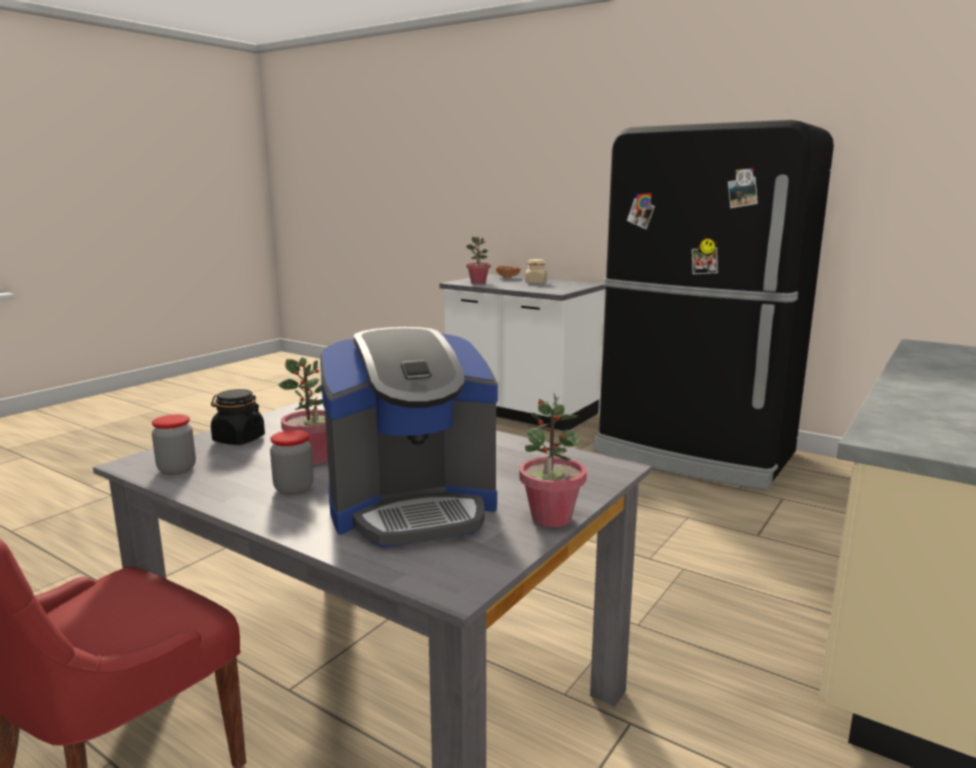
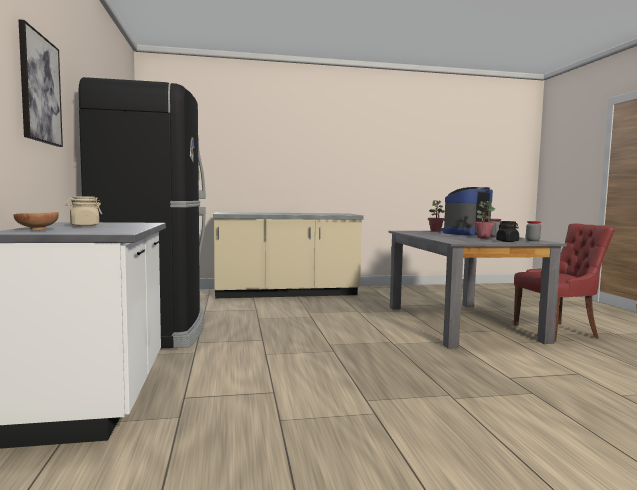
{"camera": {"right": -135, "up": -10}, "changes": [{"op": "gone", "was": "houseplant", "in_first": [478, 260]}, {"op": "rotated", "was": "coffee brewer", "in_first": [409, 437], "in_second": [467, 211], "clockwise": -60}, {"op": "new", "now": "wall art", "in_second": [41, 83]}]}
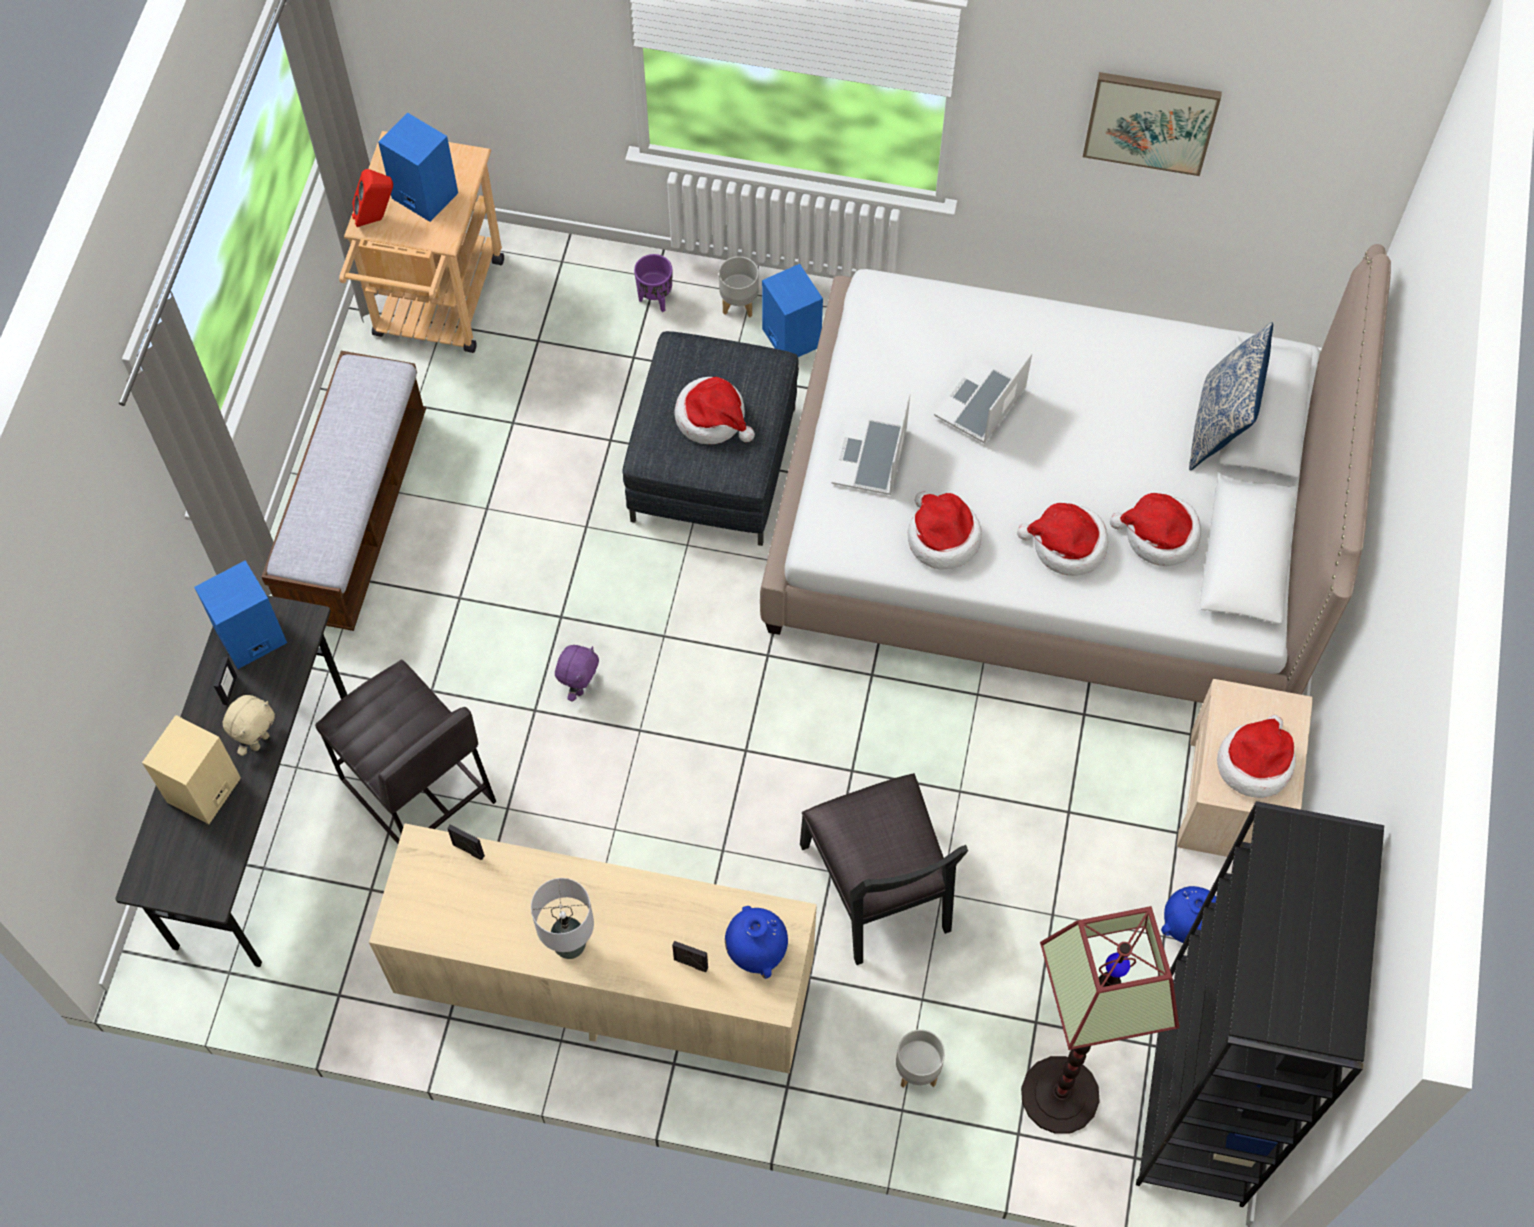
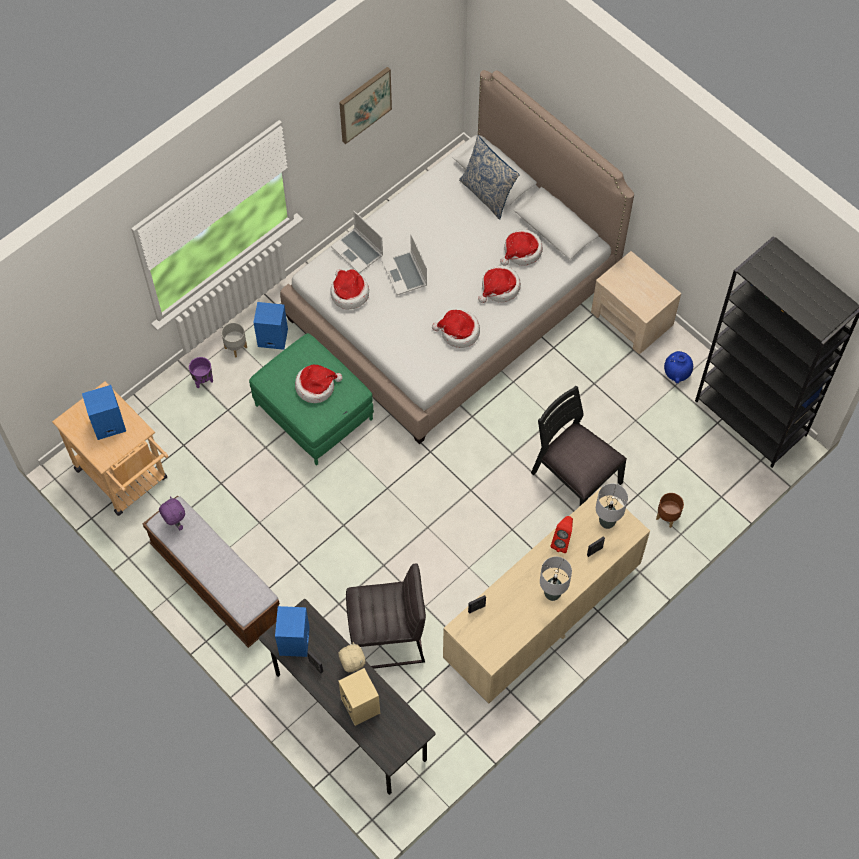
{"camera": {"right": -55, "up": 0}, "changes": [{"op": "shifted", "was": "loudspeaker in red", "in_first": [372, 198], "in_second": [561, 534]}, {"op": "repainted", "was": "ottoman in grey", "now": "ottoman in green-coloured", "in_first": [710, 438], "in_second": [311, 399]}, {"op": "shifted", "was": "portable computer", "in_first": [871, 444], "in_second": [357, 242]}, {"op": "shifted", "was": "soft toy in purplish", "in_first": [577, 673], "in_second": [172, 514]}, {"op": "shifted", "was": "clothing hat", "in_first": [1256, 756], "in_second": [349, 289]}, {"op": "rotated", "was": "chair in black", "in_first": [884, 869], "in_second": [579, 445], "clockwise": -150}, {"op": "swapped", "was": "vase in bluish", "now": "table lamp in grey", "in_first": [756, 942], "in_second": [612, 506]}, {"op": "gone", "was": "floor lamp", "in_first": [1100, 1020]}, {"op": "repainted", "was": "planter in grey", "now": "planter in brownish", "in_first": [920, 1058], "in_second": [670, 510]}]}
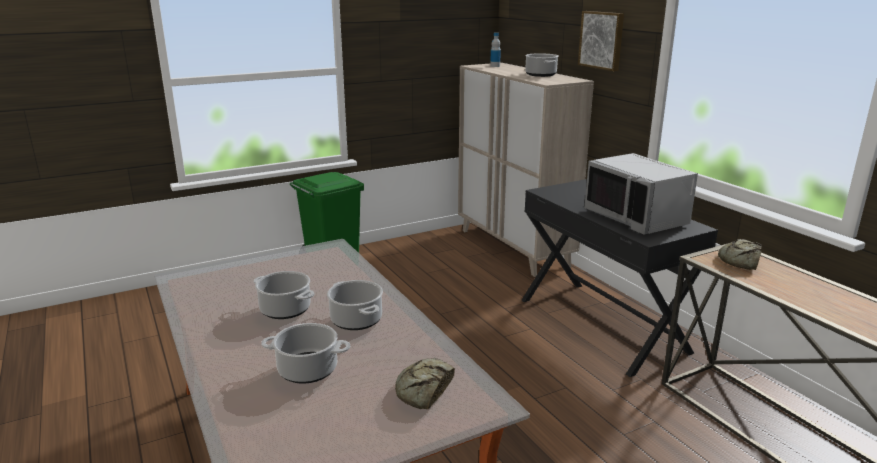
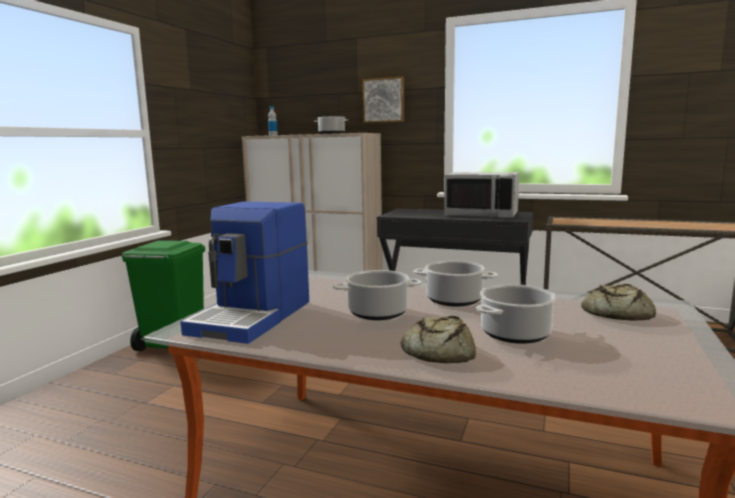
{"camera": {"right": -40, "up": -10}, "changes": [{"op": "shifted", "was": "bakery bread", "in_first": [740, 254], "in_second": [438, 339]}, {"op": "new", "now": "coffee brewer", "in_second": [245, 273]}]}
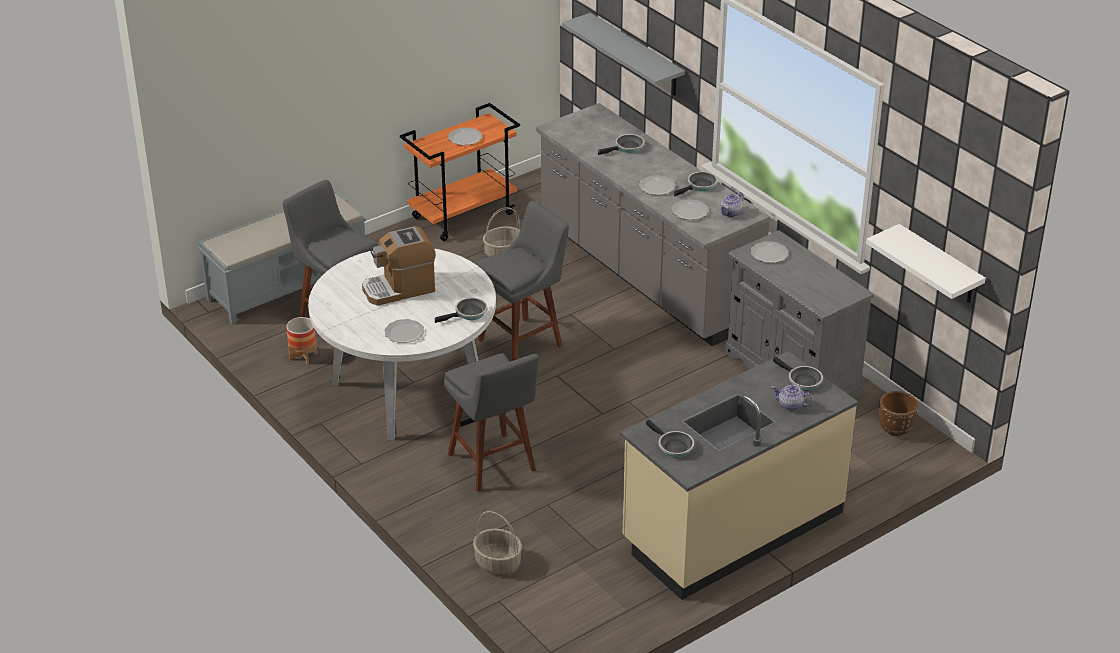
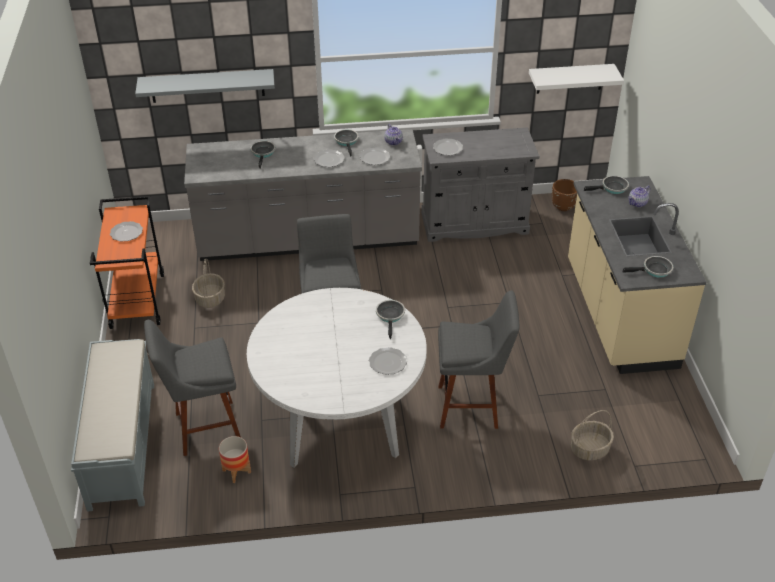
{"camera": {"right": -60, "up": 5}, "changes": [{"op": "gone", "was": "coffee brewer", "in_first": [398, 266]}]}
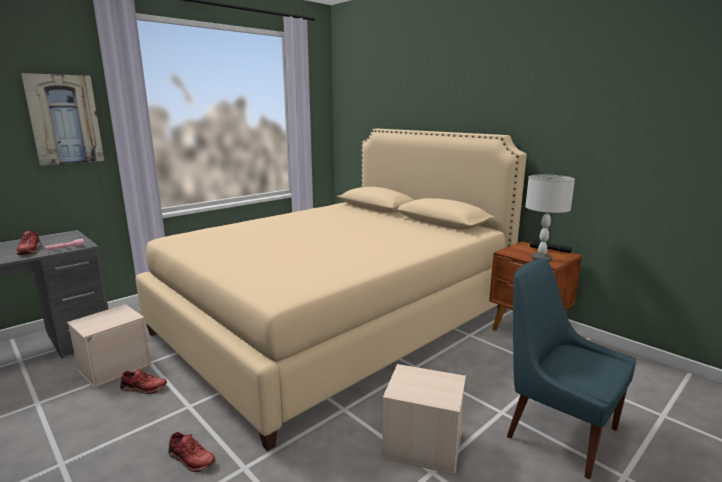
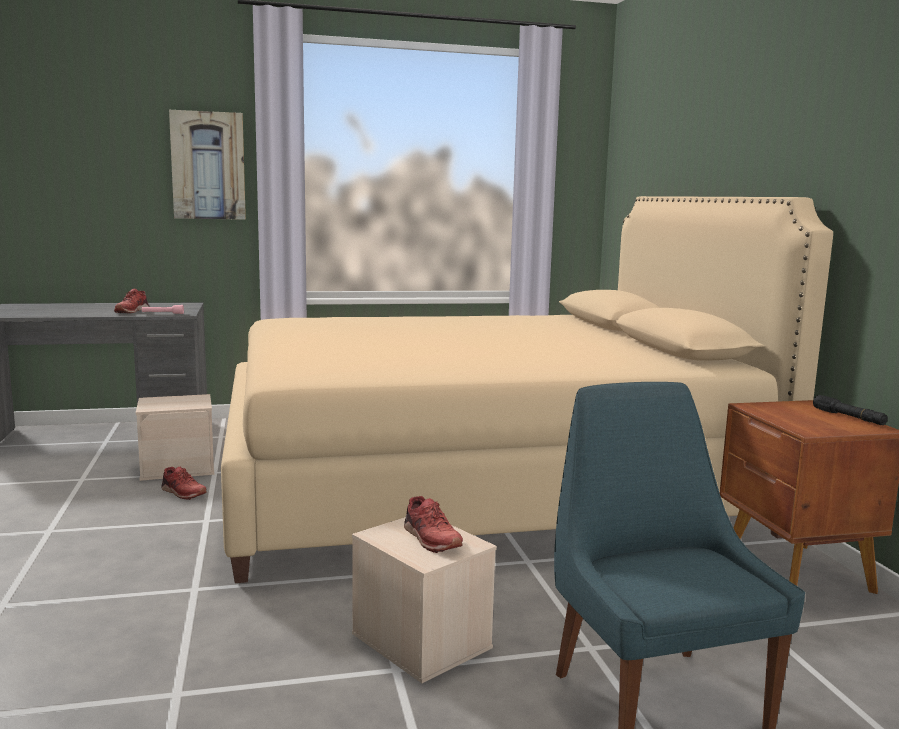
{"camera": {"right": 30, "up": -5}, "changes": [{"op": "gone", "was": "table lamp in grey", "in_first": [550, 218]}, {"op": "shifted", "was": "item of footwear in red", "in_first": [191, 452], "in_second": [433, 524]}]}
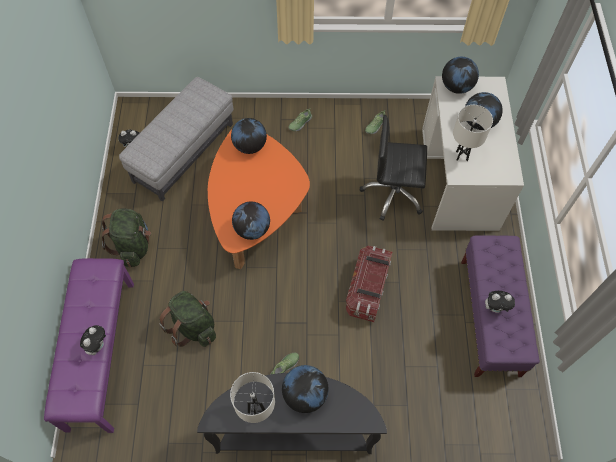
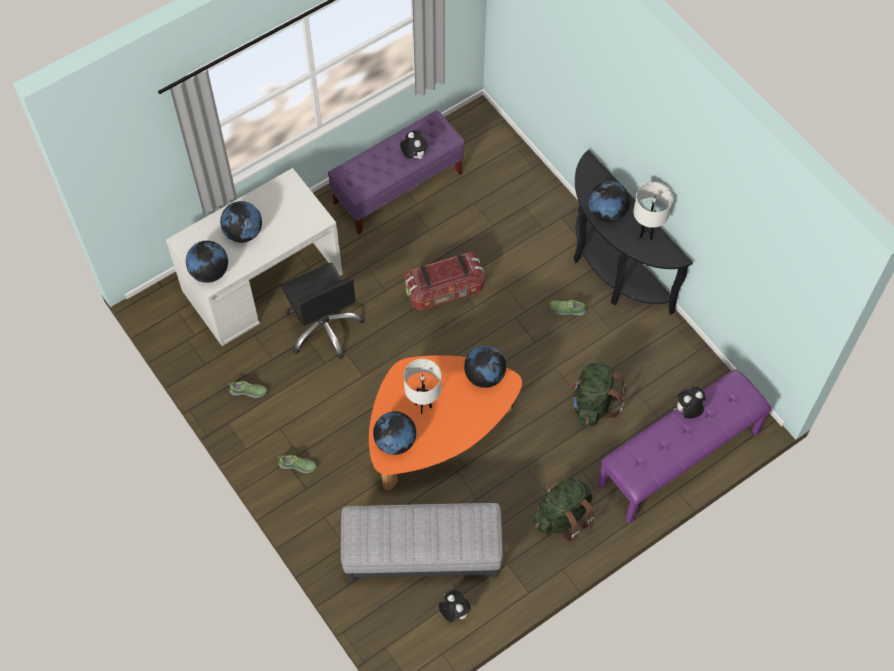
{"camera": {"right": -125, "up": 0}, "changes": [{"op": "shifted", "was": "table lamp in whitish", "in_first": [473, 133], "in_second": [422, 386]}]}
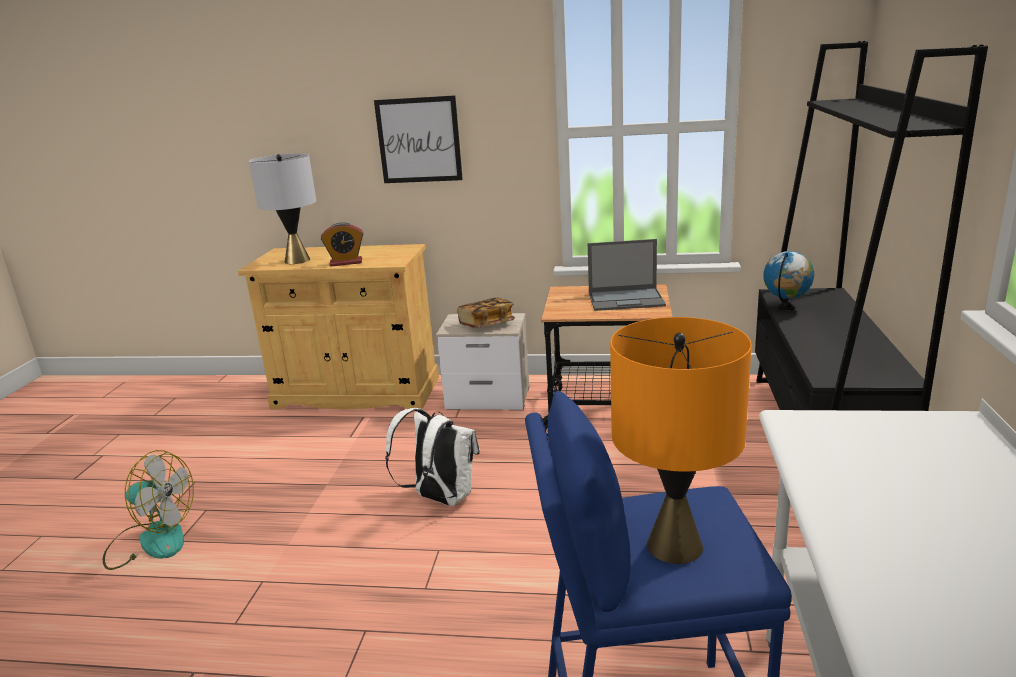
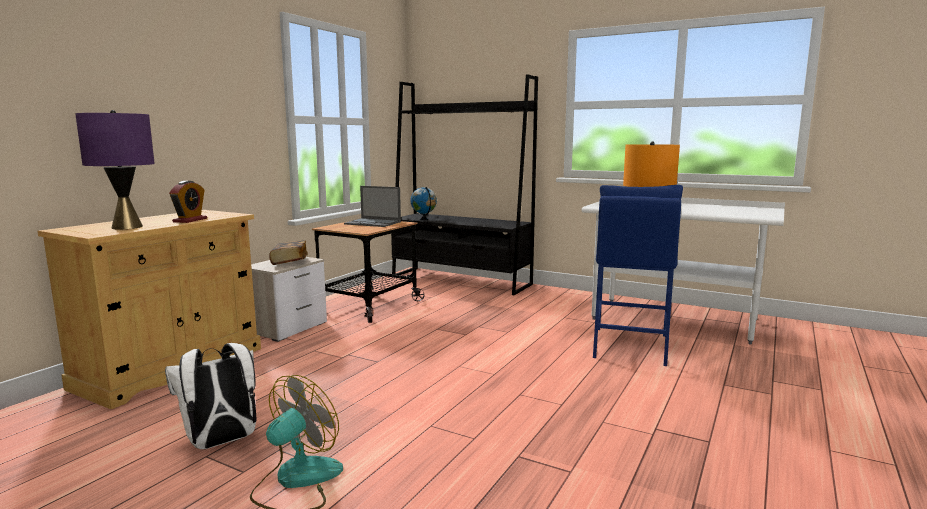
{"camera": {"right": -70, "up": -10}, "changes": [{"op": "gone", "was": "wall art", "in_first": [418, 139]}, {"op": "repainted", "was": "table lamp in grey", "now": "table lamp in purplish", "in_first": [282, 208], "in_second": [115, 169]}, {"op": "rotated", "was": "portable computer", "in_first": [627, 275], "in_second": [372, 206], "clockwise": 90}, {"op": "shifted", "was": "backpack in whitish", "in_first": [432, 457], "in_second": [210, 396]}]}
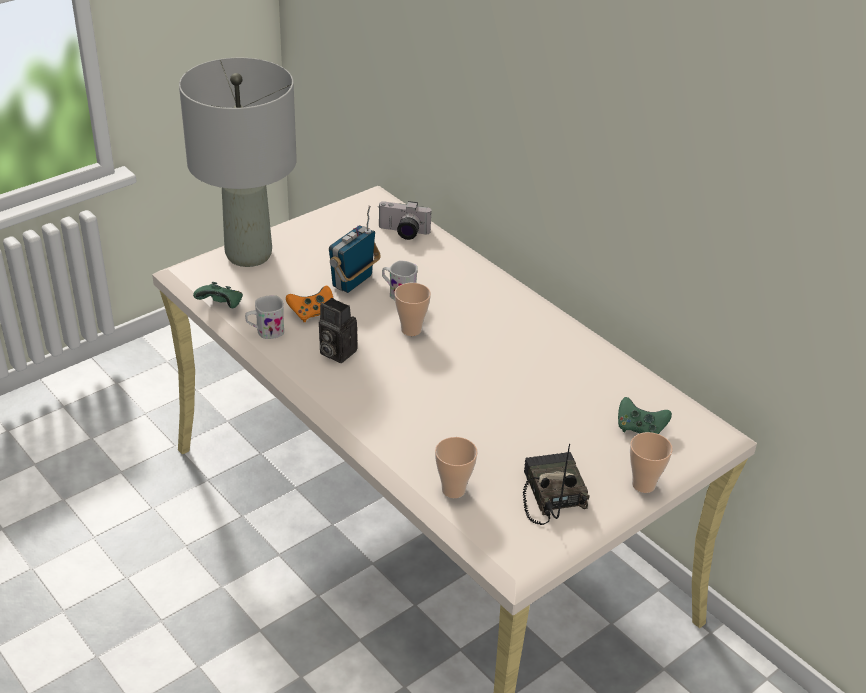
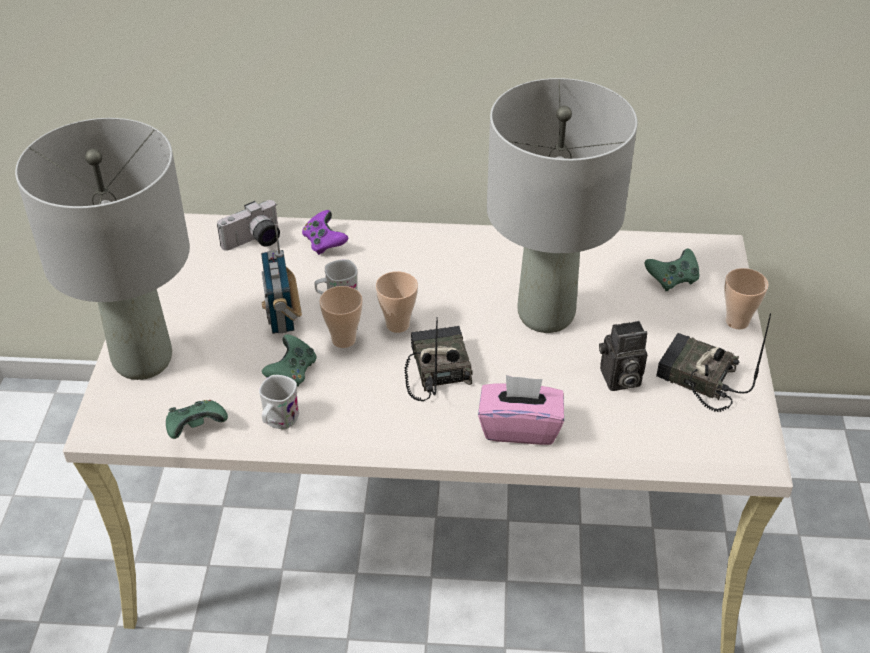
{"camera": {"right": -45, "up": 5}, "changes": [{"op": "repainted", "was": "gamepad in orange", "now": "gamepad in green-coloured", "in_first": [309, 304], "in_second": [289, 360]}, {"op": "shifted", "was": "photo camera", "in_first": [338, 330], "in_second": [623, 356]}, {"op": "shifted", "was": "small cup", "in_first": [456, 467], "in_second": [341, 317]}, {"op": "new", "now": "table lamp in grey", "in_second": [562, 205]}, {"op": "new", "now": "gamepad in purplish", "in_second": [325, 232]}, {"op": "new", "now": "radio set", "in_second": [439, 359]}, {"op": "new", "now": "box of tissues in pink", "in_second": [521, 410]}]}
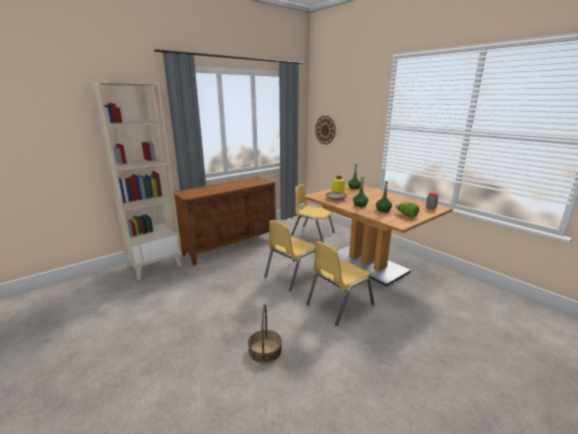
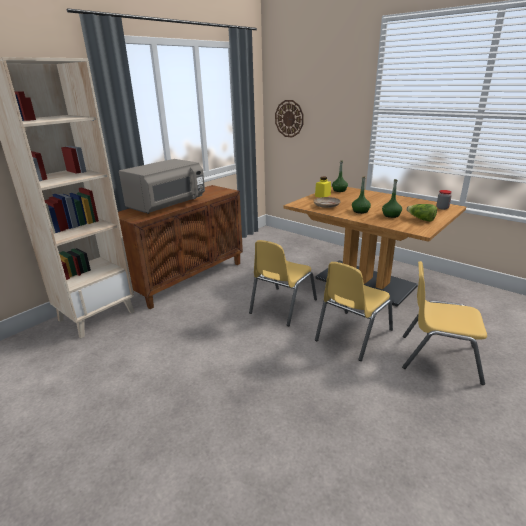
{"camera": {"right": -10, "up": 5}, "changes": [{"op": "shifted", "was": "chair in yellow", "in_first": [313, 213], "in_second": [444, 323]}, {"op": "gone", "was": "basket", "in_first": [265, 333]}, {"op": "new", "now": "microwave oven in grey", "in_second": [162, 186]}]}
